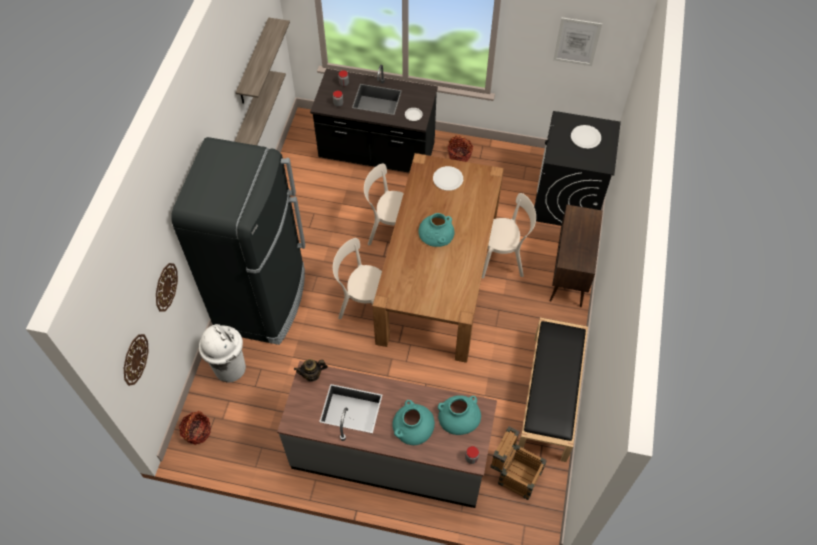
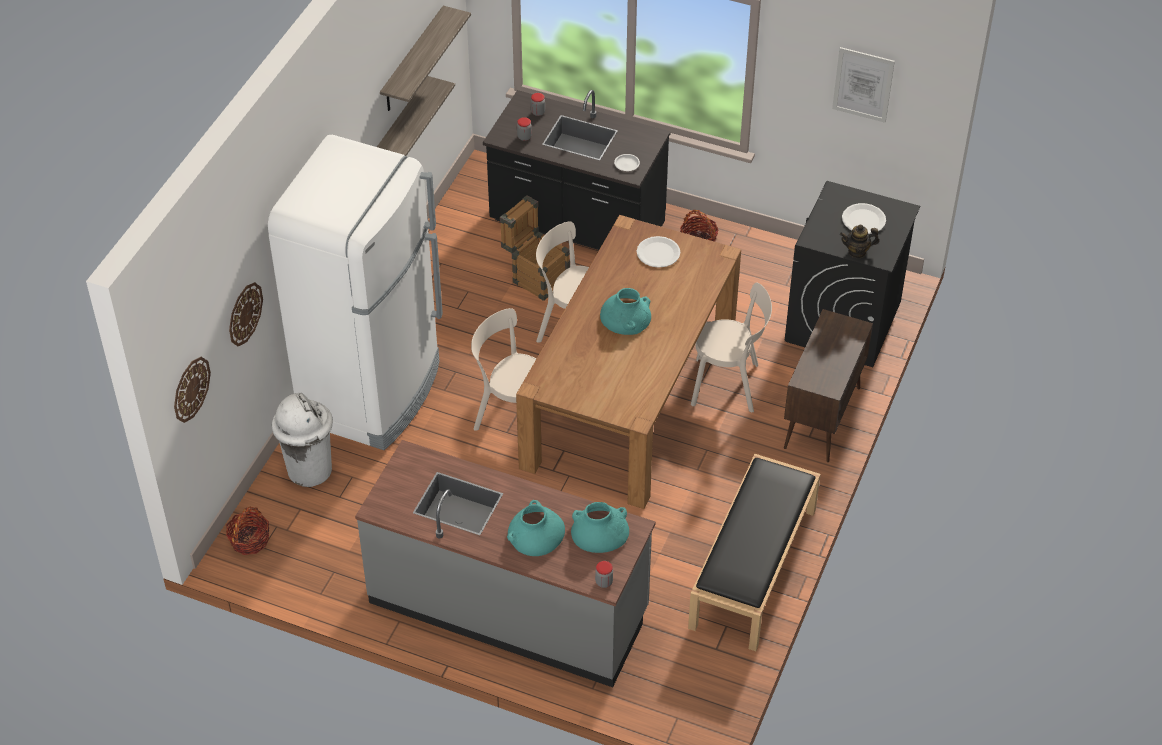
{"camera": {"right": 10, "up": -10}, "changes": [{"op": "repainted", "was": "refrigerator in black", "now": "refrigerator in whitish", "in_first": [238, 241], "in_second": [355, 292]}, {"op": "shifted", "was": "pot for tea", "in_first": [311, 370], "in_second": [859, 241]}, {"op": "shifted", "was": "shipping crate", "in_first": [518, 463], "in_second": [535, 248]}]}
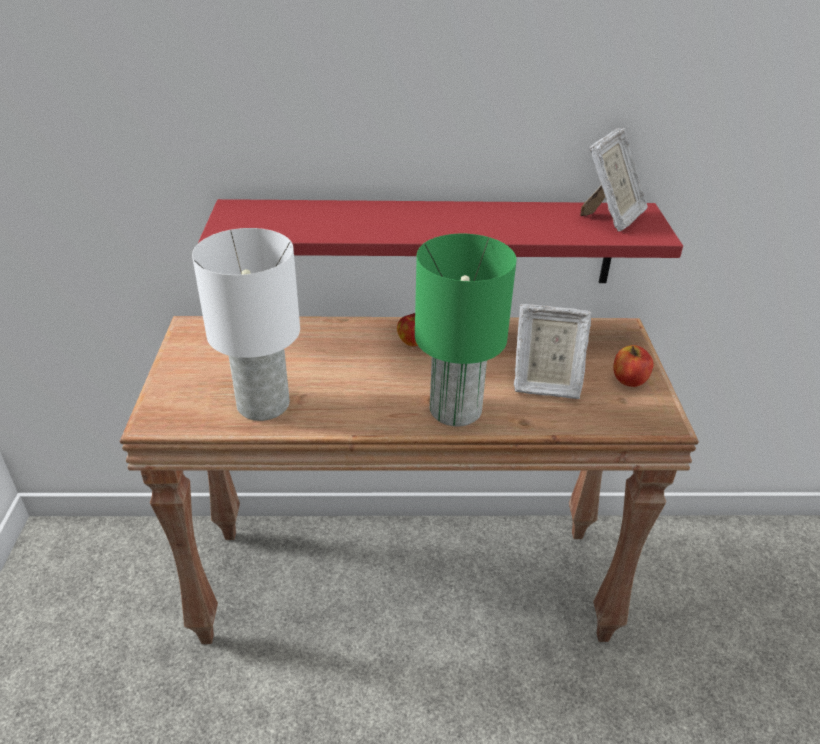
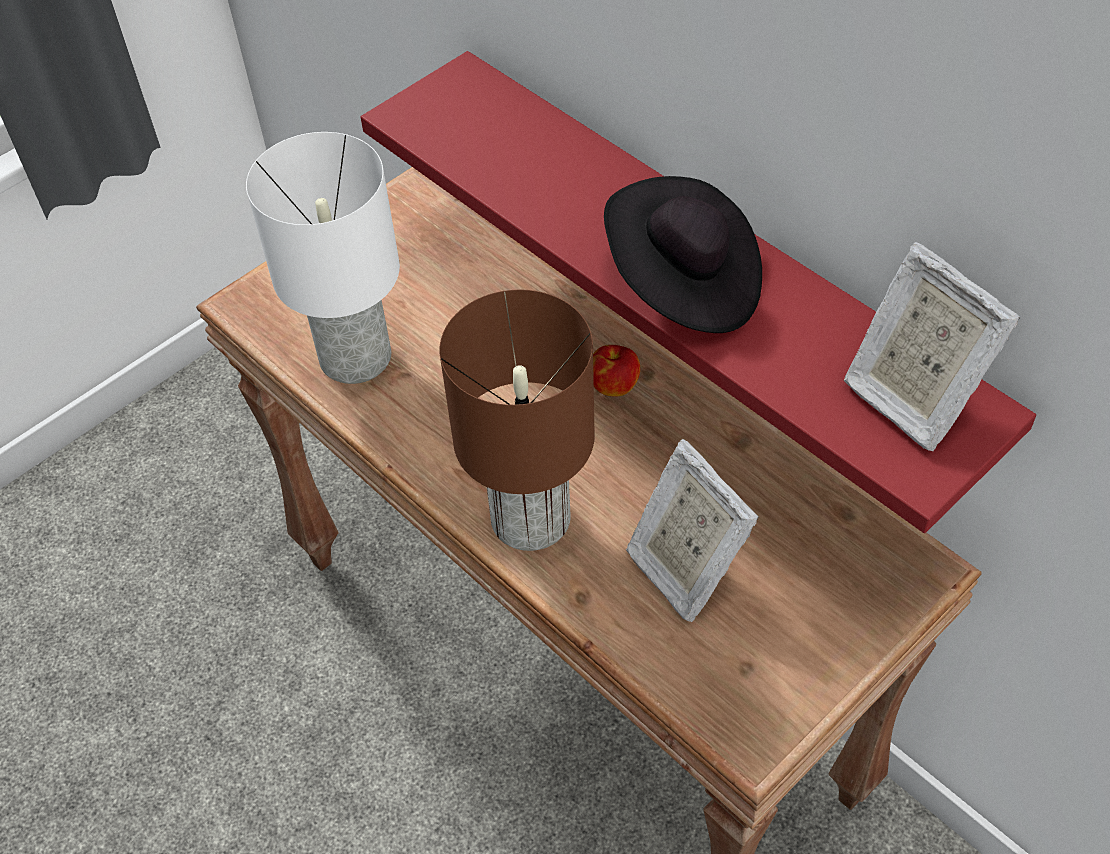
{"camera": {"right": 50, "up": 15}, "changes": [{"op": "rotated", "was": "standing frame", "in_first": [614, 180], "in_second": [932, 346], "clockwise": 60}, {"op": "repainted", "was": "table lamp in green-coloured", "now": "table lamp in brownish", "in_first": [465, 330], "in_second": [517, 420]}, {"op": "gone", "was": "whole apple", "in_first": [633, 366]}, {"op": "new", "now": "clothing hat in black", "in_second": [683, 254]}]}
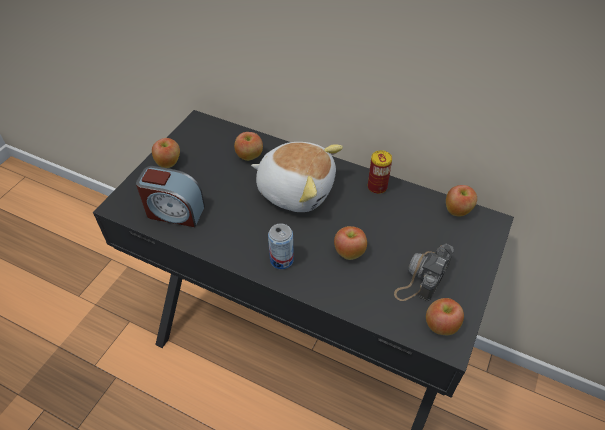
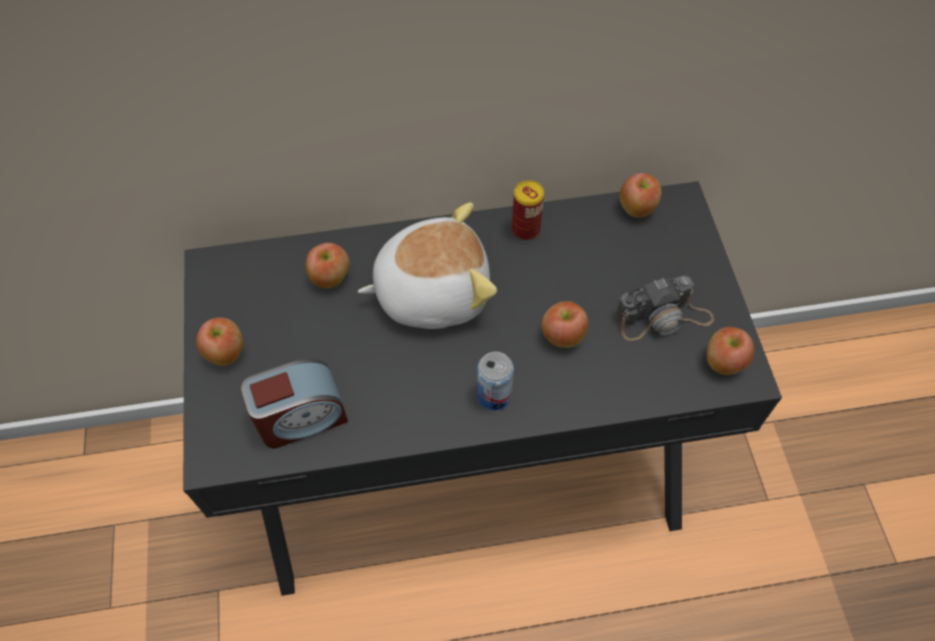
{"camera": {"right": -35, "up": 10}, "changes": [{"op": "rotated", "was": "photo camera", "in_first": [424, 272], "in_second": [664, 308], "clockwise": -105}]}
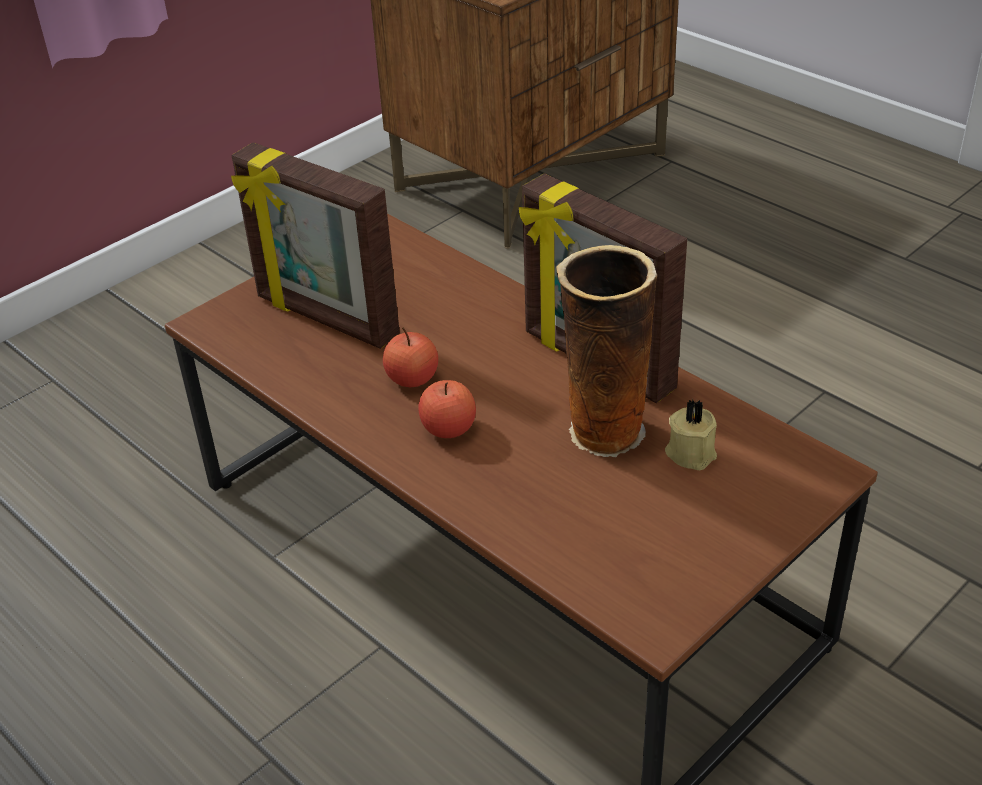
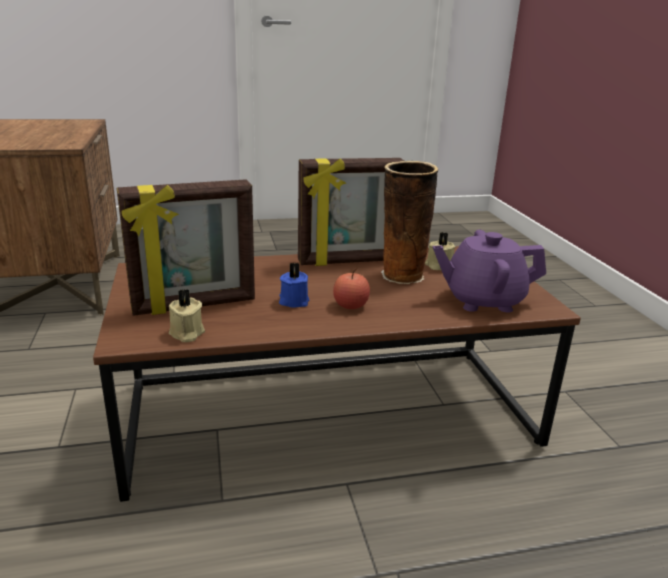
{"camera": {"right": -60, "up": -15}, "changes": [{"op": "swapped", "was": "whole apple", "now": "wax candle in bluish", "in_first": [410, 357], "in_second": [294, 285]}, {"op": "new", "now": "pot for tea in purplish", "in_second": [489, 271]}, {"op": "new", "now": "wax candle in beige", "in_second": [187, 315]}]}
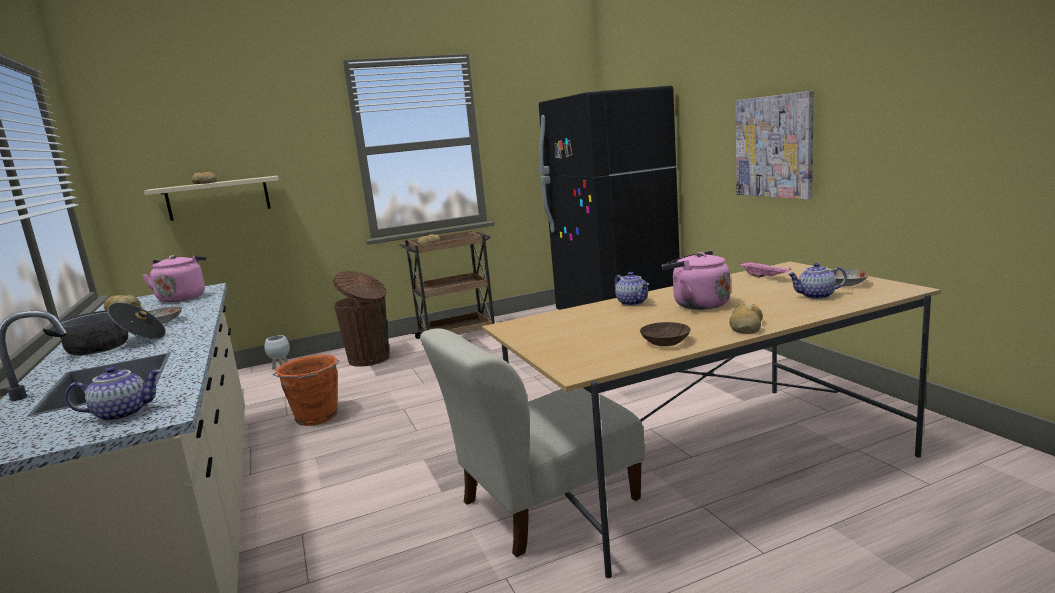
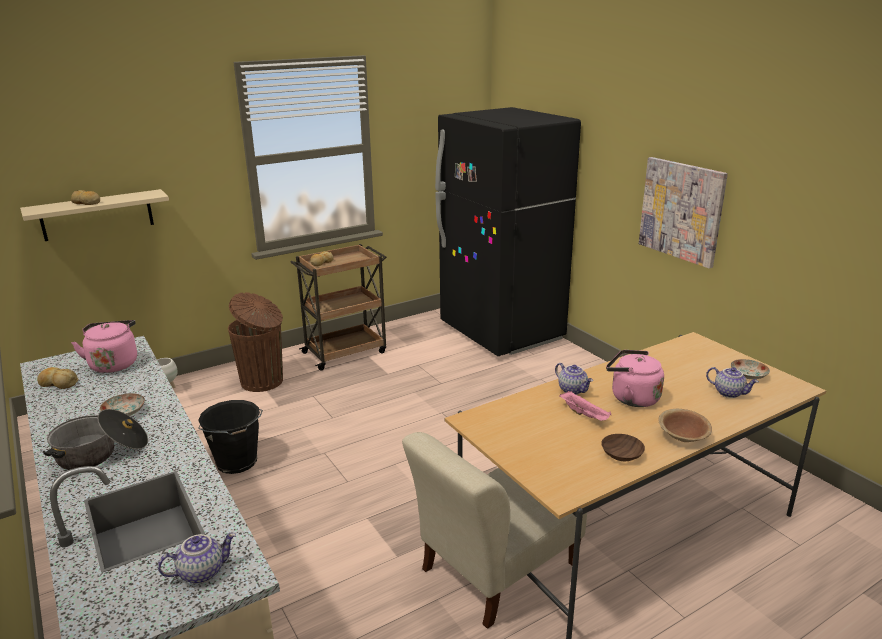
{"camera": {"right": -10, "up": 10}, "changes": [{"op": "shifted", "was": "carrying tray in pink", "in_first": [764, 269], "in_second": [585, 406]}, {"op": "rotated", "was": "pot for tea", "in_first": [817, 281], "in_second": [732, 382], "clockwise": -135}, {"op": "swapped", "was": "bakery bread", "now": "serving bowl in brownish", "in_first": [746, 319], "in_second": [685, 425]}, {"op": "repainted", "was": "pail in orange", "now": "pail in black", "in_first": [306, 390], "in_second": [230, 437]}]}
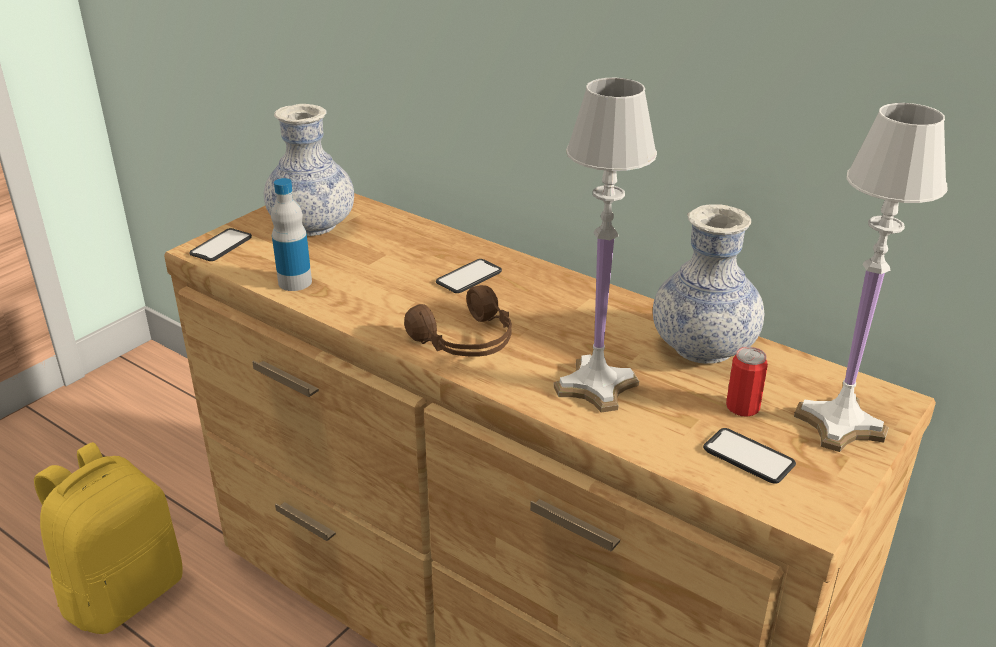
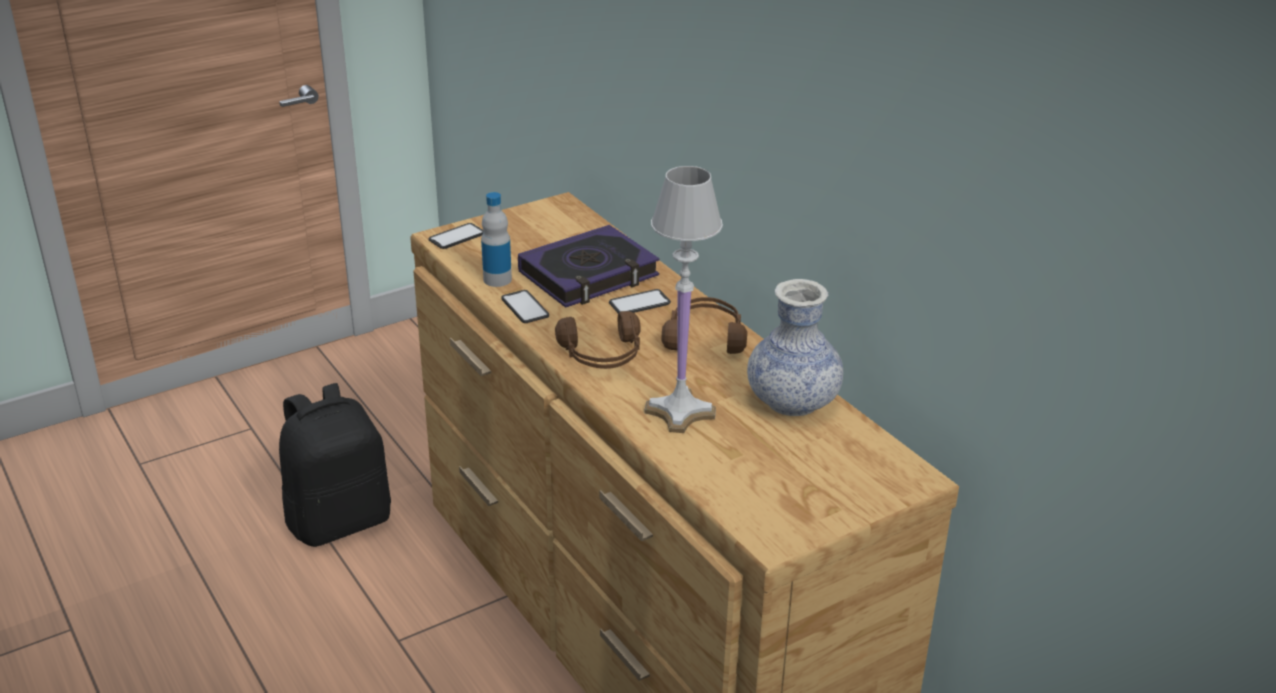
{"camera": {"right": 20, "up": 0}, "changes": [{"op": "gone", "was": "table lamp in whitish", "in_first": [871, 277]}, {"op": "gone", "was": "vase", "in_first": [309, 170]}, {"op": "gone", "was": "metal can", "in_first": [747, 382]}, {"op": "shifted", "was": "telephone", "in_first": [749, 456], "in_second": [525, 306]}, {"op": "repainted", "was": "backpack in yellow", "now": "backpack in black", "in_first": [108, 538], "in_second": [335, 465]}, {"op": "new", "now": "bound book", "in_second": [589, 266]}, {"op": "new", "now": "pair of headphones in brownish", "in_second": [704, 325]}]}
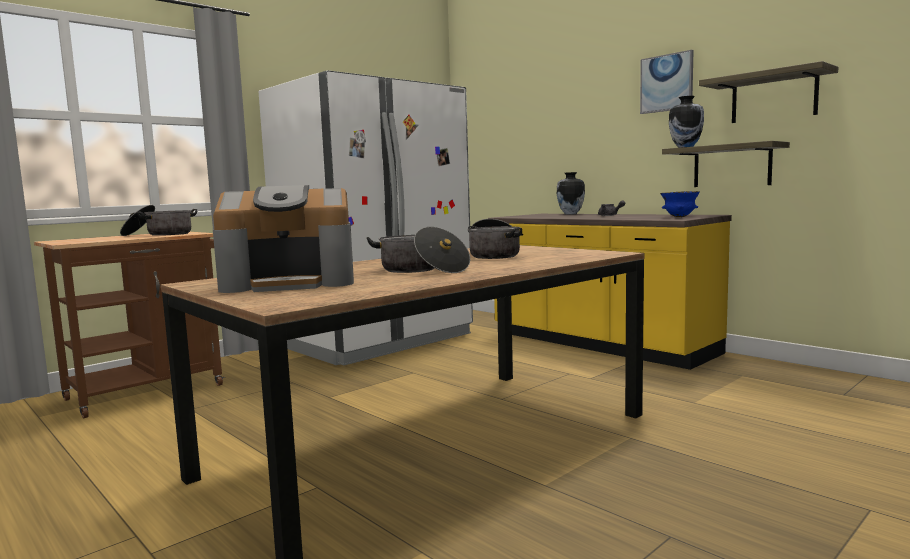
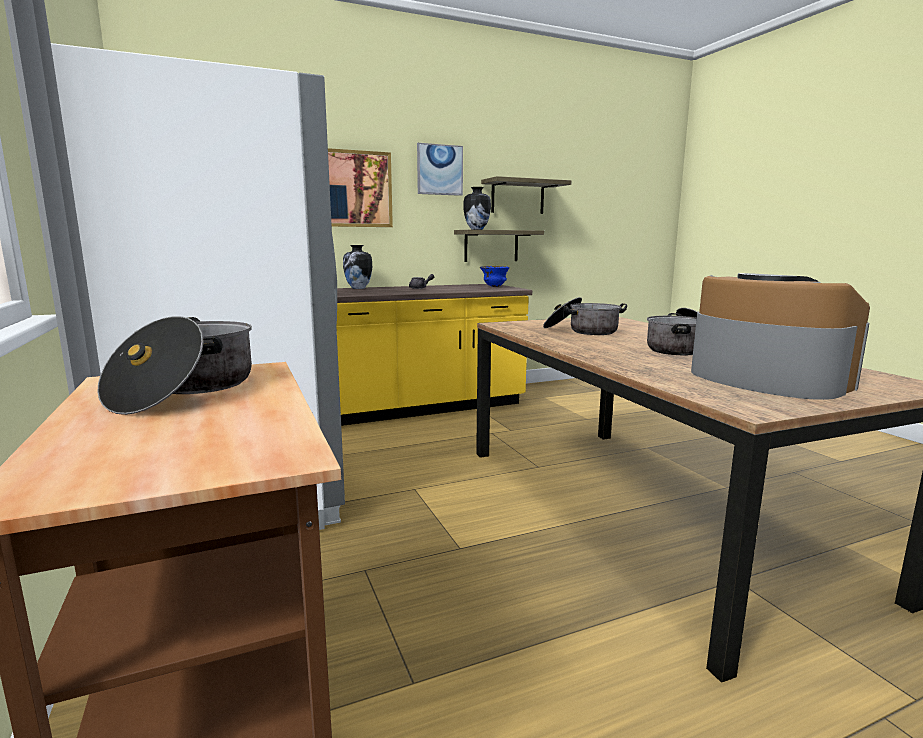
{"camera": {"right": -70, "up": 5}, "changes": [{"op": "rotated", "was": "coffee brewer", "in_first": [283, 239], "in_second": [780, 336], "clockwise": -45}, {"op": "new", "now": "wall art", "in_second": [360, 187]}]}
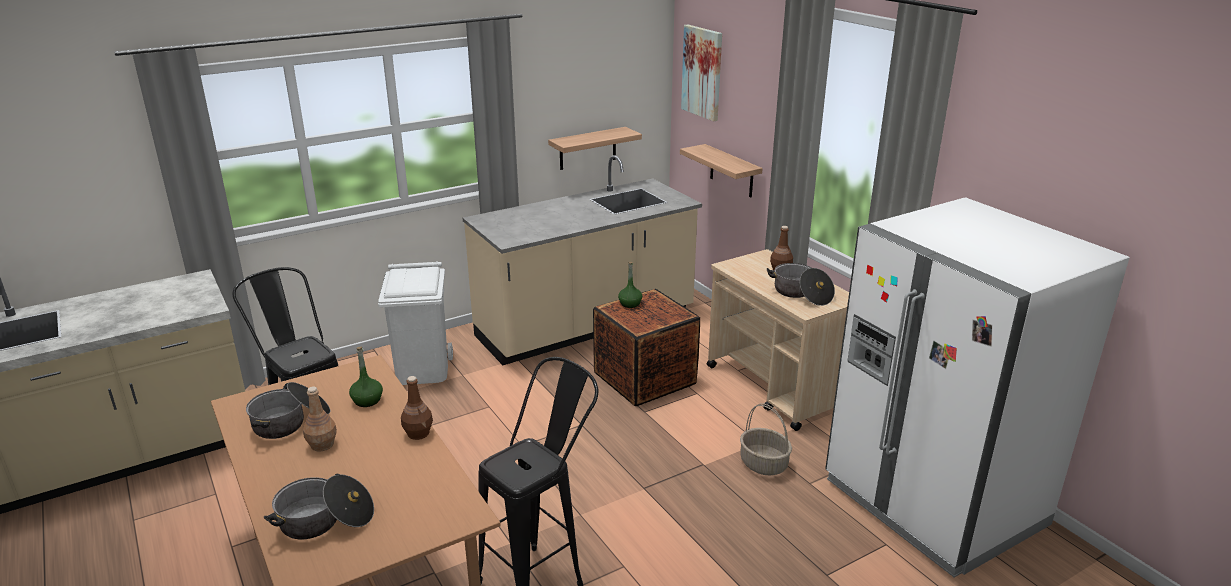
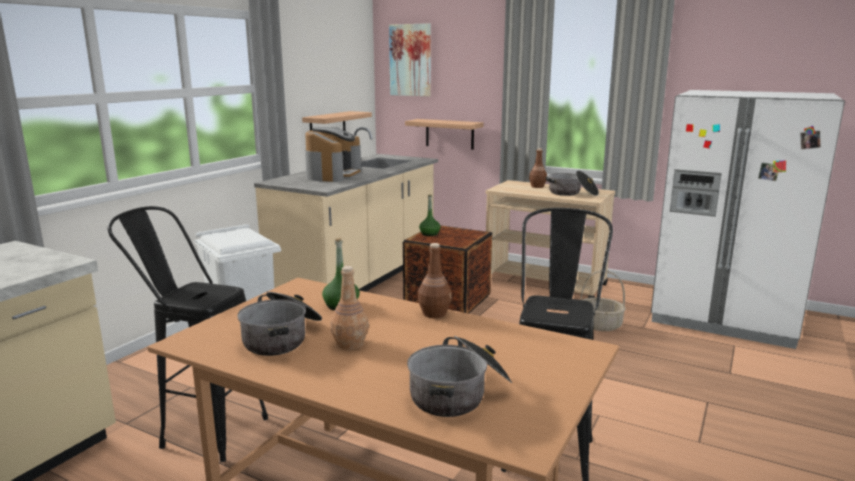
{"camera": {"right": -30, "up": -10}, "changes": [{"op": "new", "now": "coffee brewer", "in_second": [333, 154]}]}
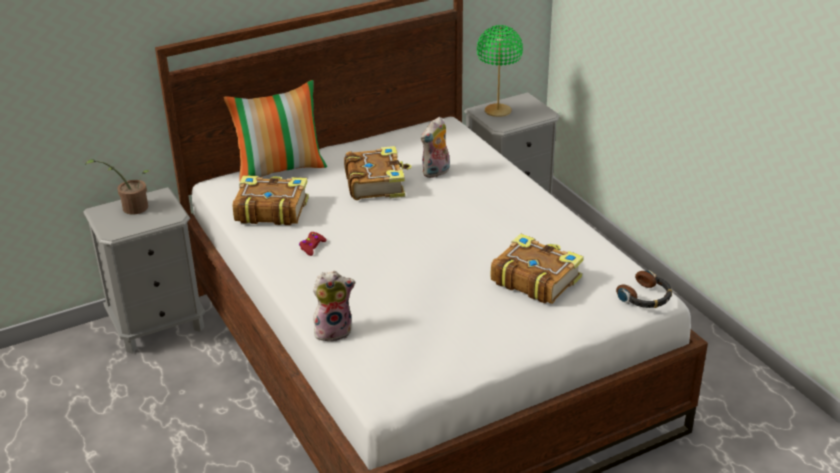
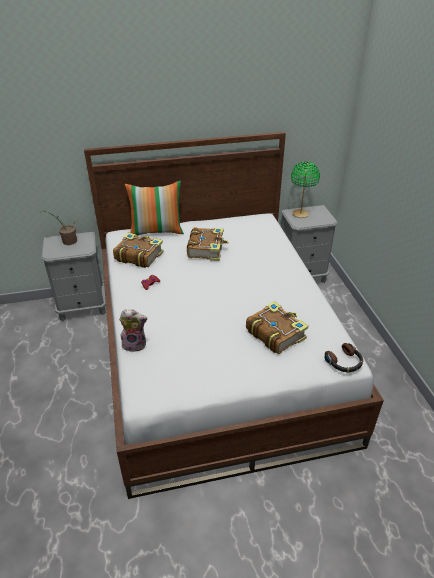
{"camera": {"right": 15, "up": 5}, "changes": [{"op": "gone", "was": "soft toy", "in_first": [435, 147]}]}
